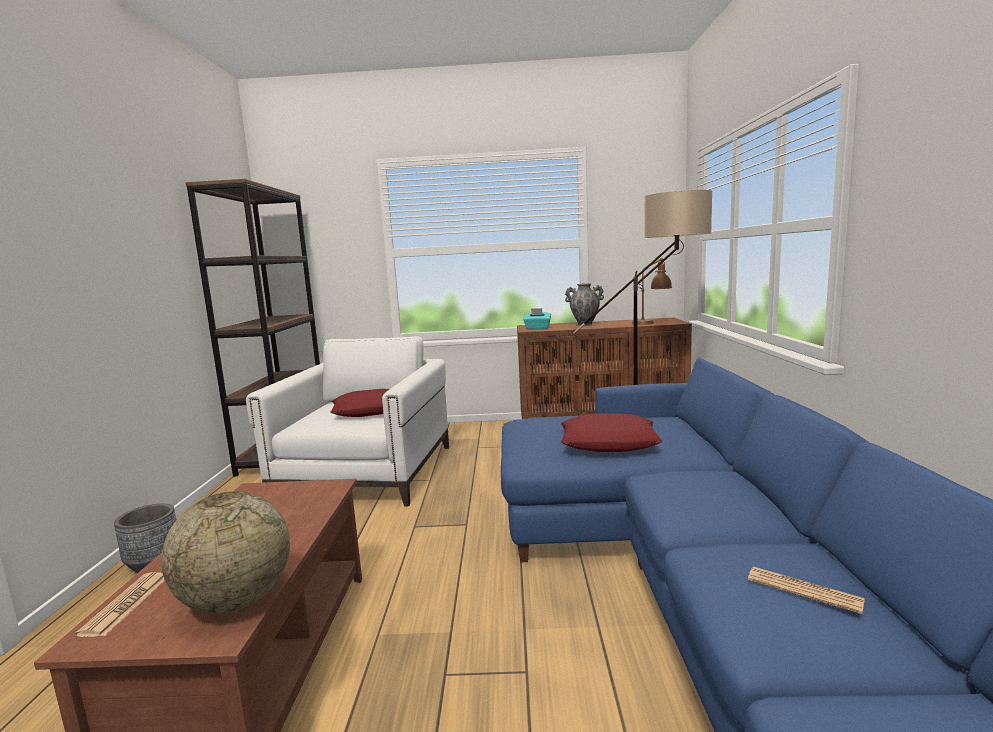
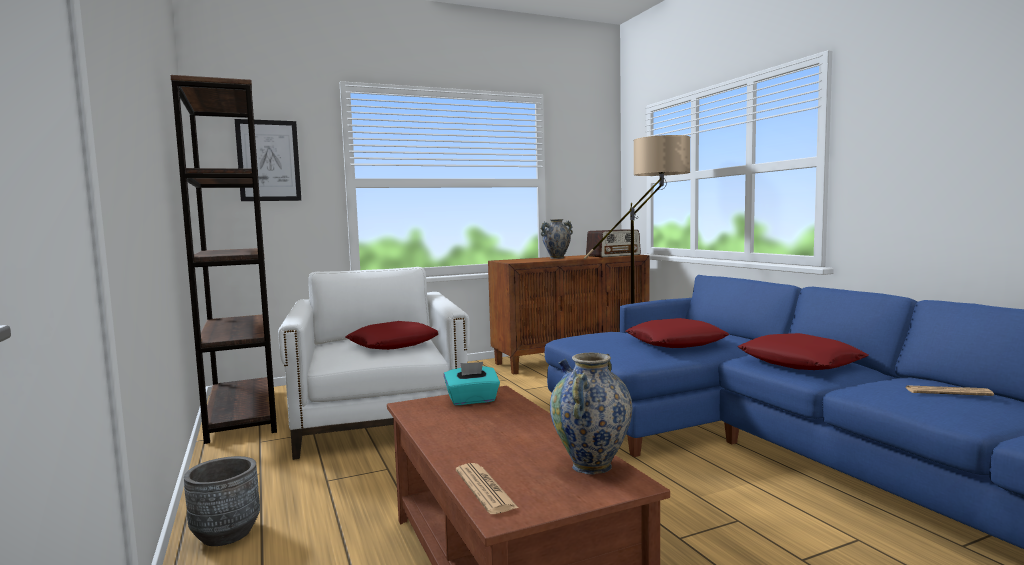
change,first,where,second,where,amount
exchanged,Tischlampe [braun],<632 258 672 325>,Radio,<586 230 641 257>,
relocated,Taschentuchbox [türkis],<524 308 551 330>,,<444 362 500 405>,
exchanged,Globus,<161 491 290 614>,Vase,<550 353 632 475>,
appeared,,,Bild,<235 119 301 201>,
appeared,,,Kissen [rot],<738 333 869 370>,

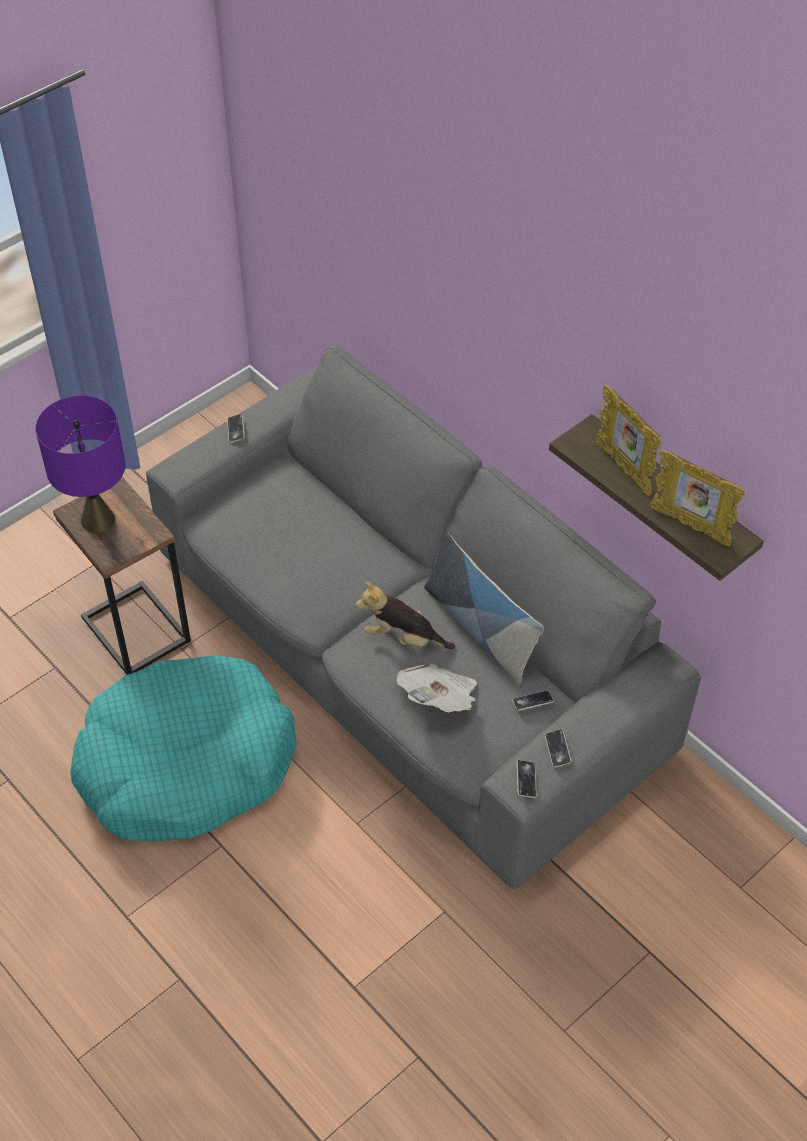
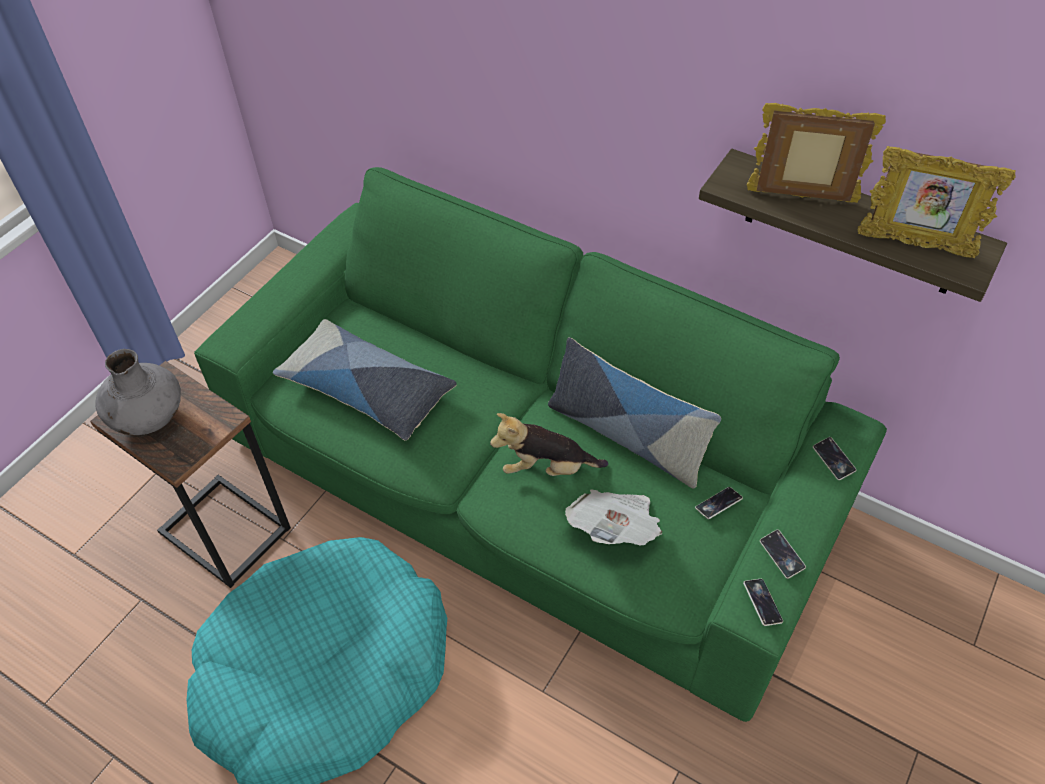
change,first,where,second,where,amount
colour,Sofa [grau],<146 346 701 889>,Sofa [grün],<194 167 887 722>,
spun,Bilderrahmen,<596 384 661 496>,,<747 103 886 203>,150 degrees clockwise
exchanged,Tischlampe [lila],<36 396 126 533>,Vase [grau],<95 349 181 435>,
relocated,Handy,<227 414 245 443>,,<813 437 856 480>,
appeared,,,Kissen,<273 319 457 441>,

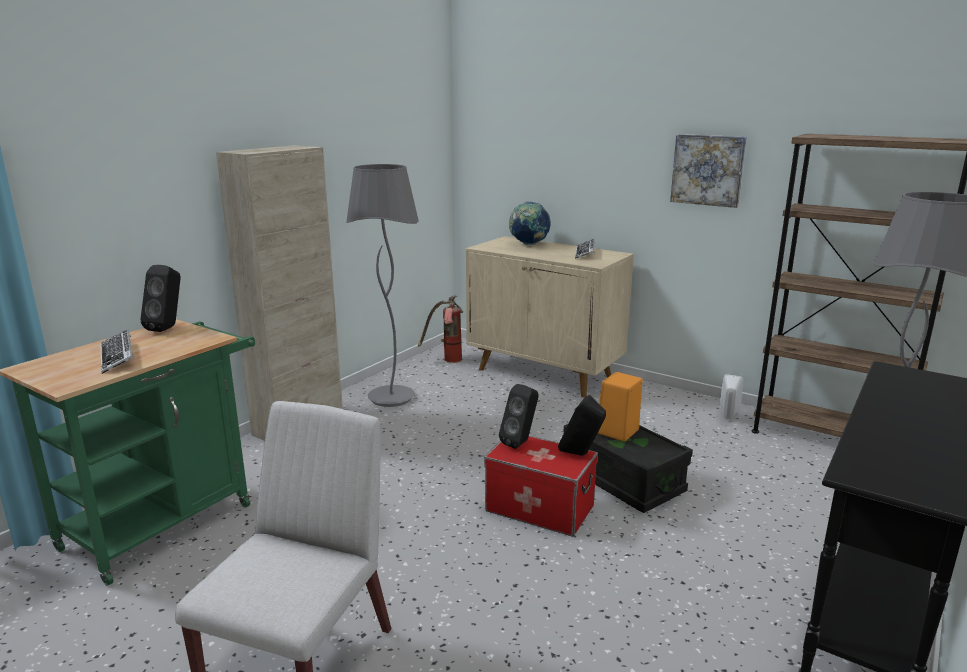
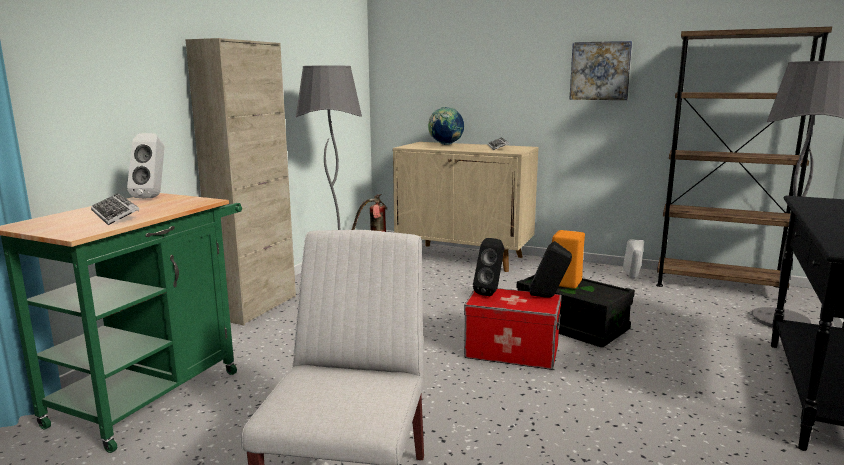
change,first,where,second,where,amount
colour,Lautsprecher [schwarz],<140 265 181 332>,Lautsprecher [weiß],<127 133 164 198>,

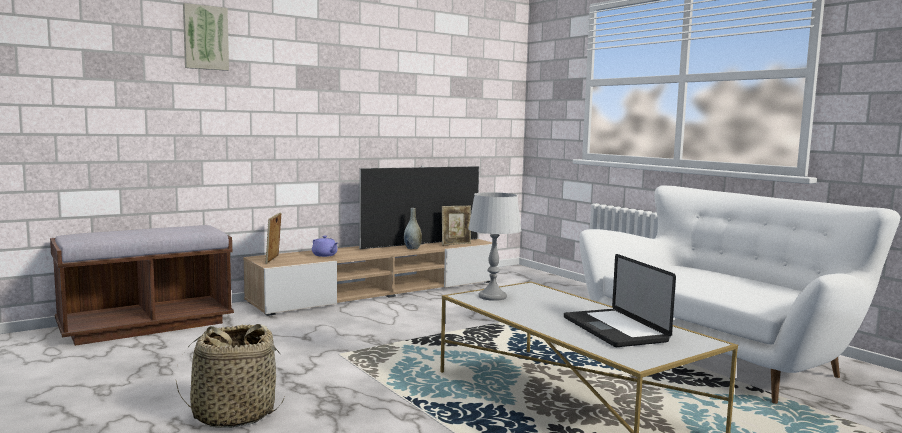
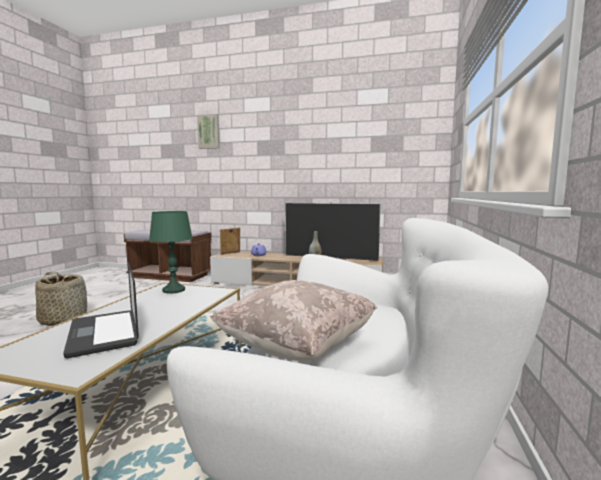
change,first,where,second,where,amount
colour,Tischlampe [grau],<468 192 522 301>,Tischlampe [grün],<149 211 193 293>,
missing,Bilderrahmen,<442 206 471 245>,,,
spun,Laptop,<564 254 676 347>,,<63 262 139 358>,60 degrees counterclockwise
appeared,,,Kissen [beige],<211 280 378 362>,

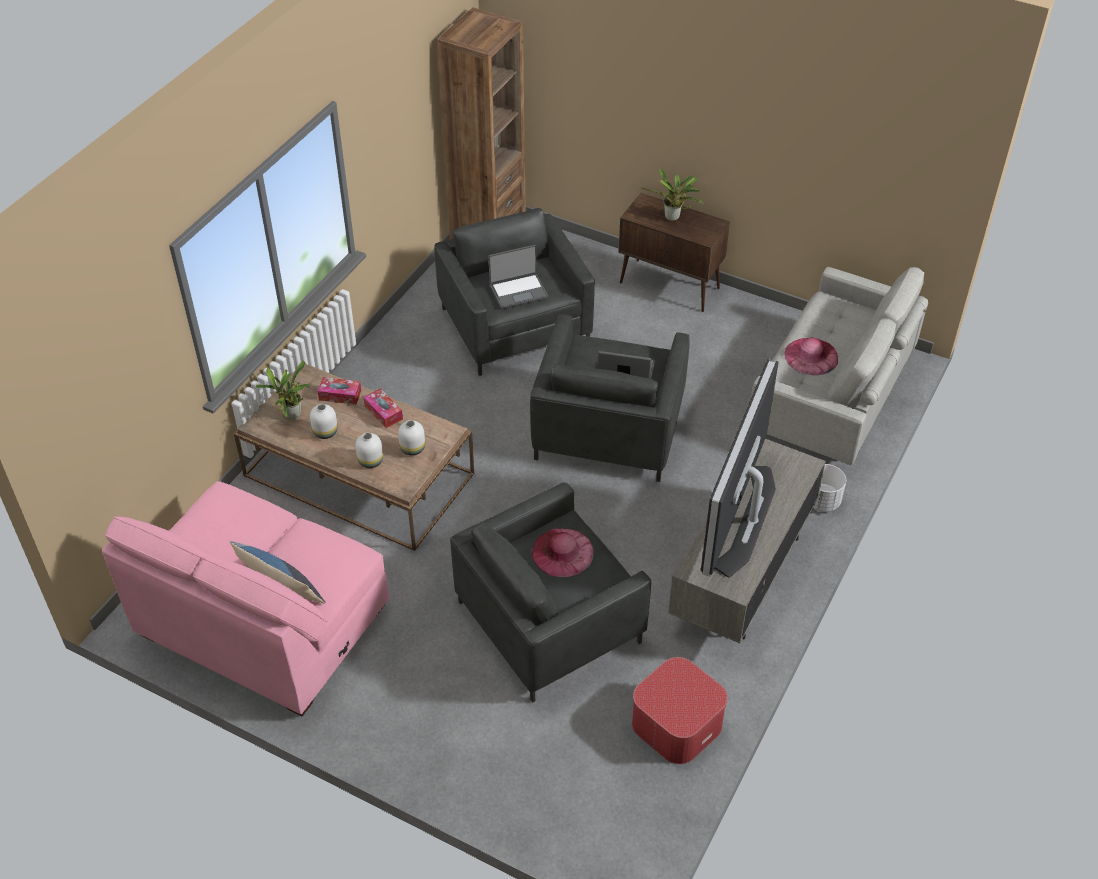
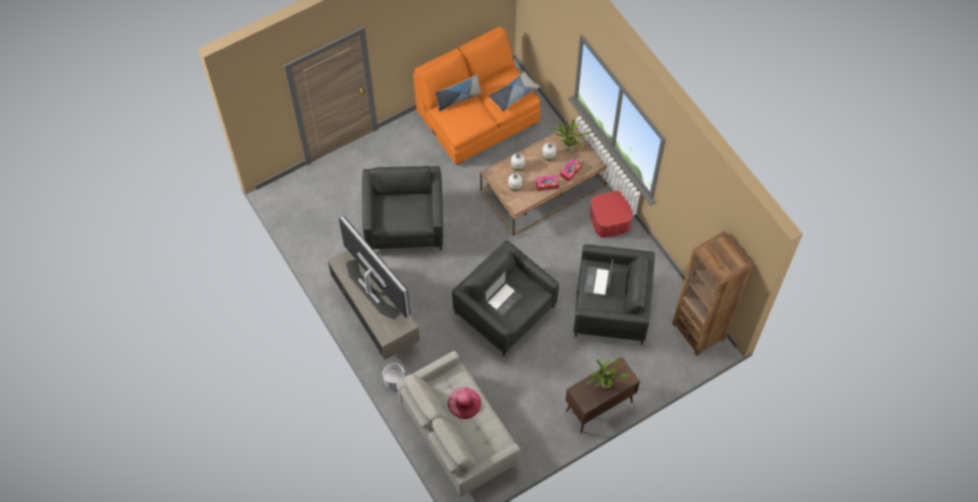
change,first,where,second,where,amount
colour,Sofa [rosa],<102 481 389 716>,Sofa [orange],<413 27 540 165>,
missing,Hut [rosa],<532 529 594 577>,,,
relocated,Polsterhocker,<632 657 728 764>,,<590 191 633 238>,
appeared,,,Kissen,<488 71 540 112>,

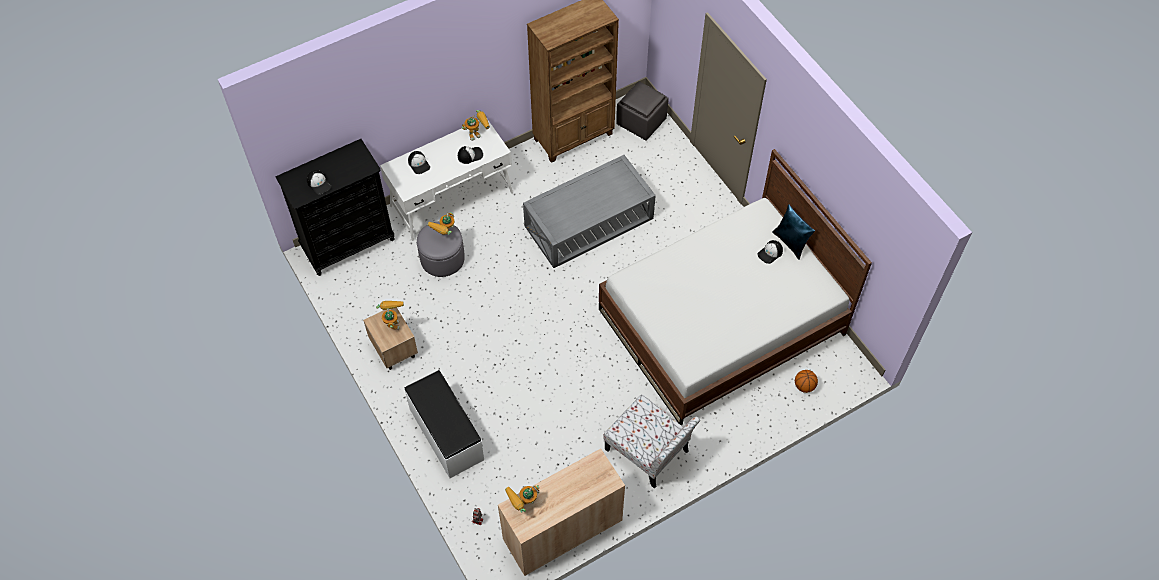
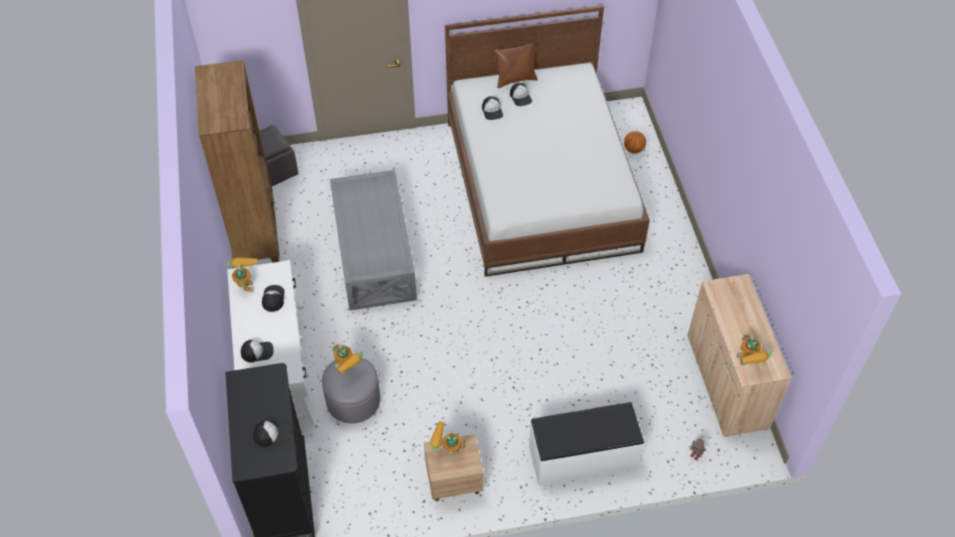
change,first,where,second,where,amount
colour,Kissen [blau],<772 204 815 260>,Kissen [braun],<494 42 538 88>,
missing,Stuhl,<604 394 700 489>,,,
appeared,,,Kappe,<482 96 503 120>,

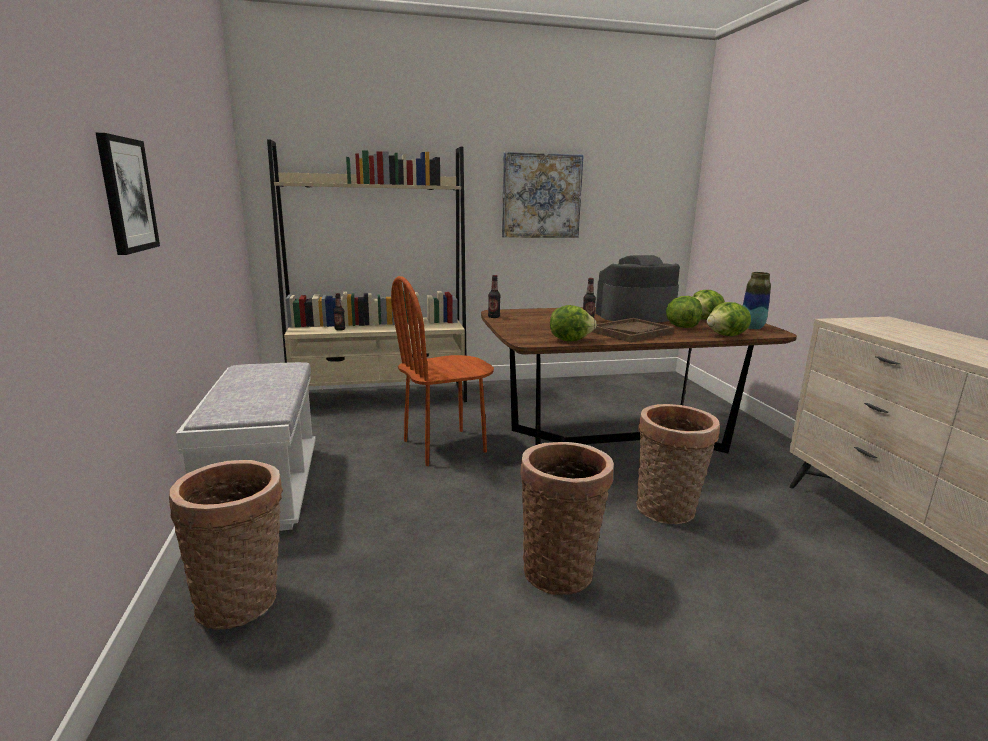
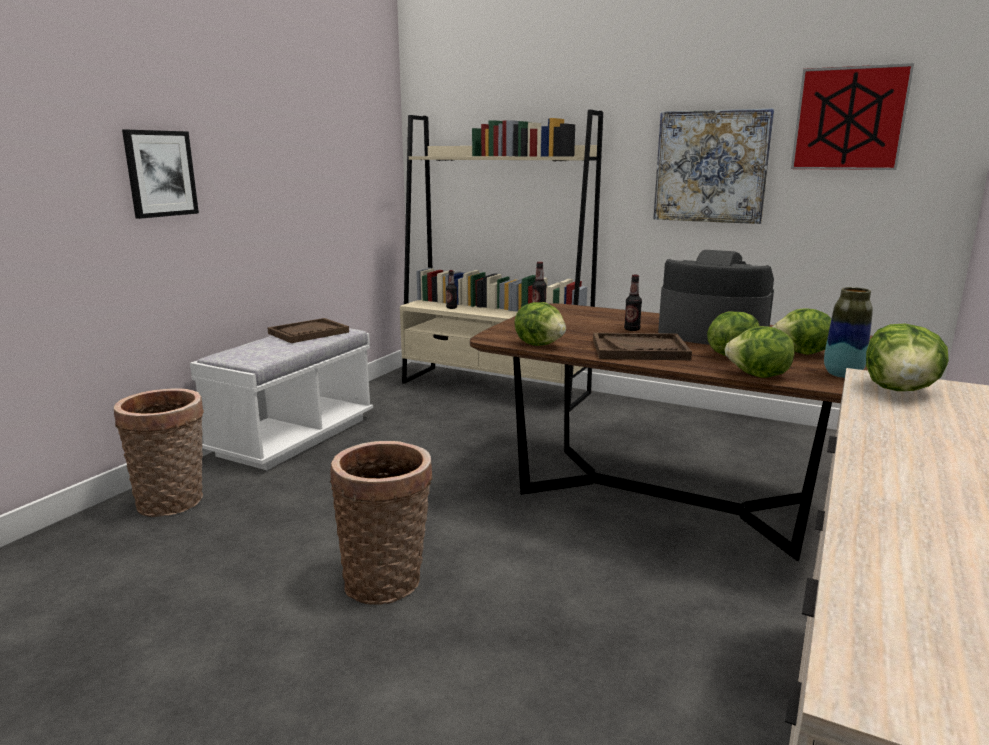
change,first,where,second,where,amount
missing,Stuhl [braun],<391 276 494 466>,,,
missing,Korb,<636 404 720 524>,,,
appeared,,,Bild,<791 63 914 170>,
appeared,,,Tablett [braun],<267 318 349 343>,
appeared,,,Salatkopf,<866 324 949 391>,

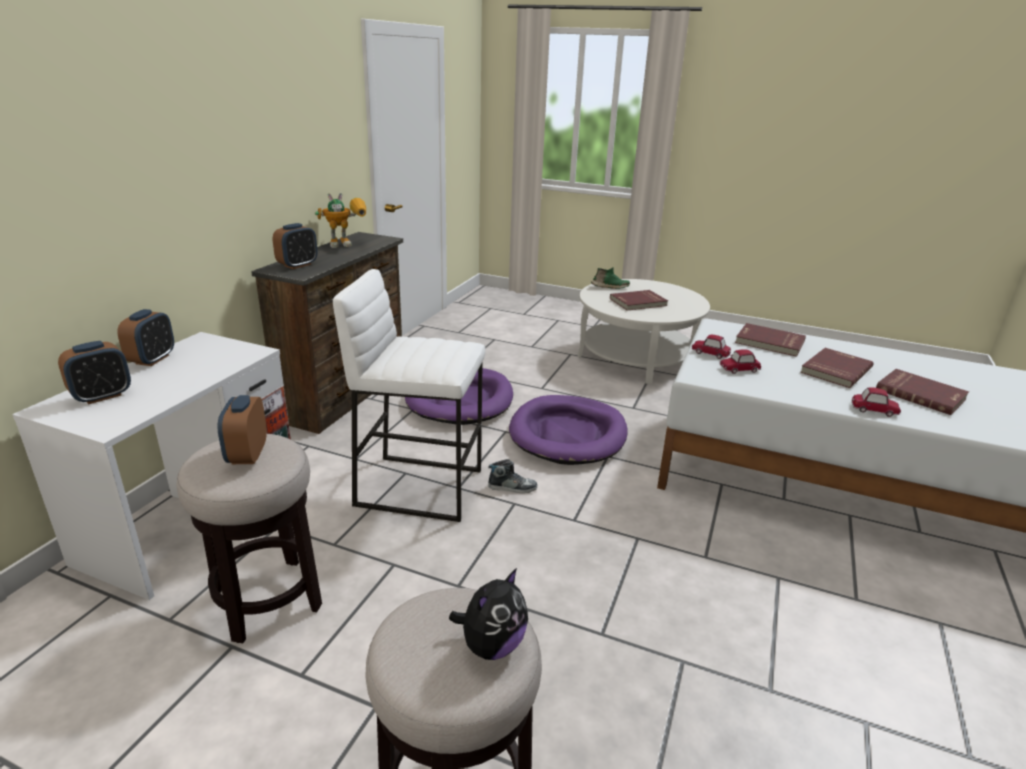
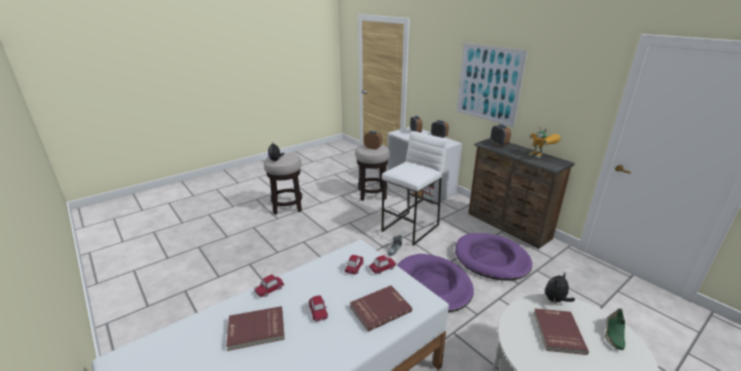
change,first,where,second,where,amount
spun,Spielzeugroboter,<315 193 366 248>,,<529 127 561 159>,45 degrees counterclockwise
exchanged,Buch [rot],<800 348 873 388>,Spielzeugauto,<309 295 328 322>,
appeared,,,Bild,<456 43 528 128>,
appeared,,,Plüschtier,<545 272 575 304>,

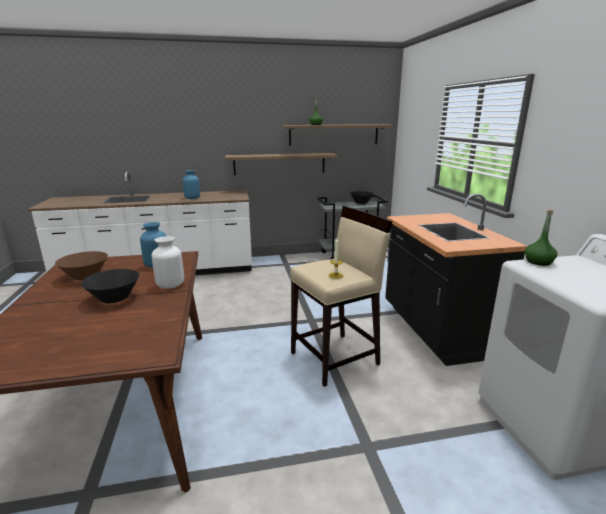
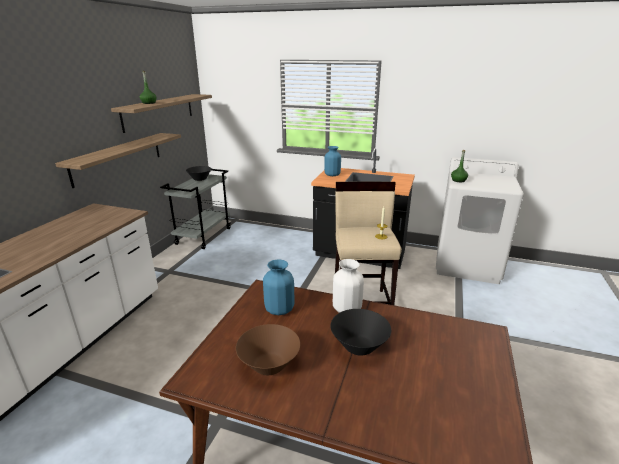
change,first,where,second,where,amount
relocated,Vase [blau],<183 170 200 199>,,<324 146 341 176>,

